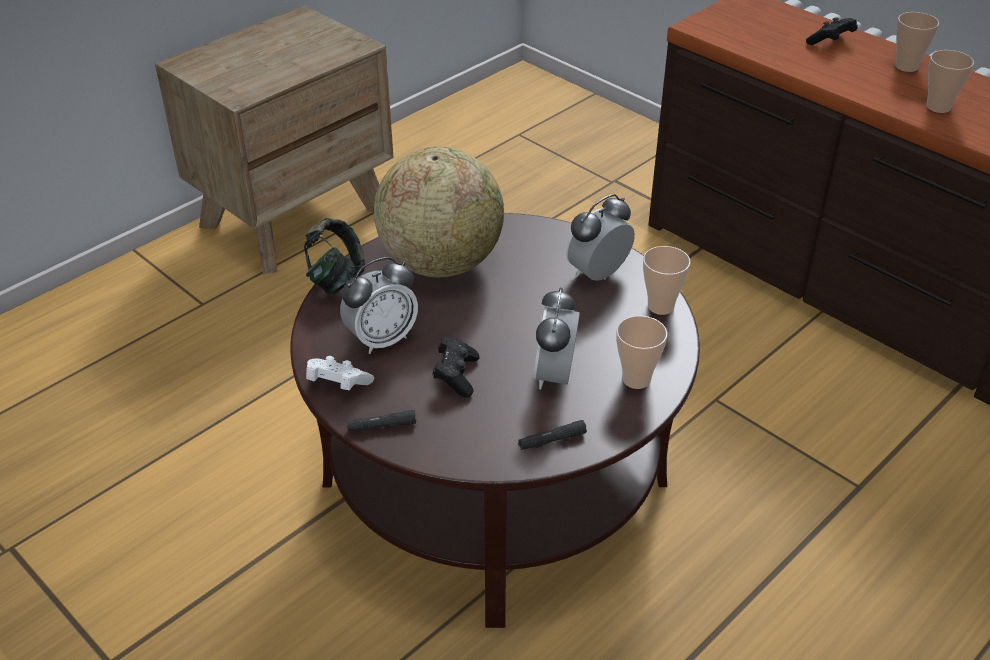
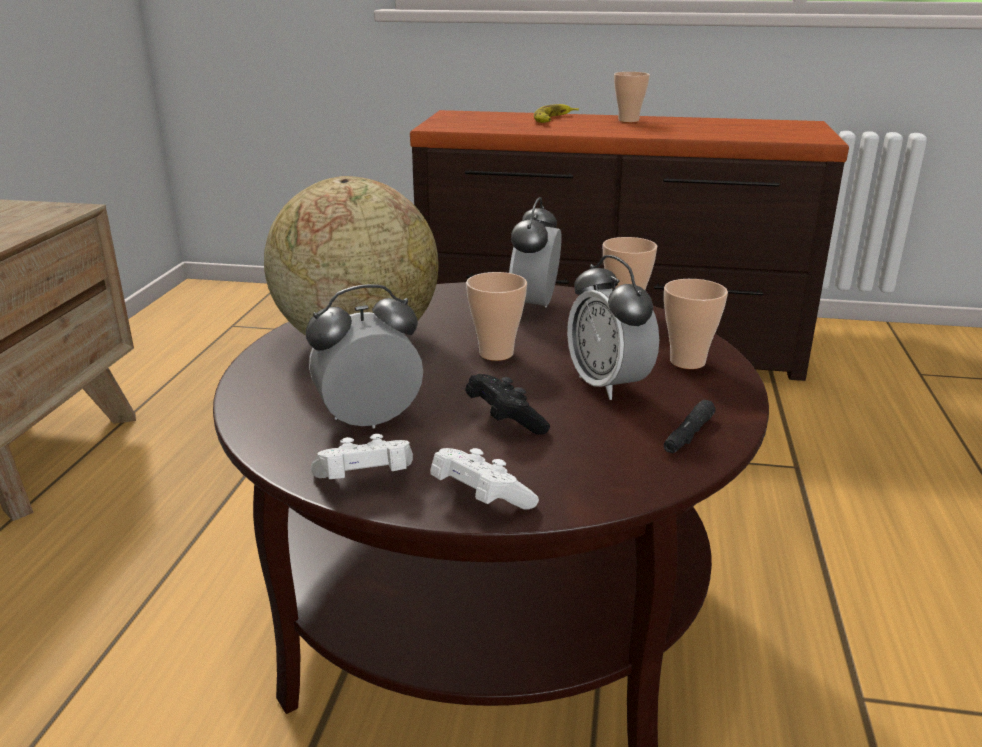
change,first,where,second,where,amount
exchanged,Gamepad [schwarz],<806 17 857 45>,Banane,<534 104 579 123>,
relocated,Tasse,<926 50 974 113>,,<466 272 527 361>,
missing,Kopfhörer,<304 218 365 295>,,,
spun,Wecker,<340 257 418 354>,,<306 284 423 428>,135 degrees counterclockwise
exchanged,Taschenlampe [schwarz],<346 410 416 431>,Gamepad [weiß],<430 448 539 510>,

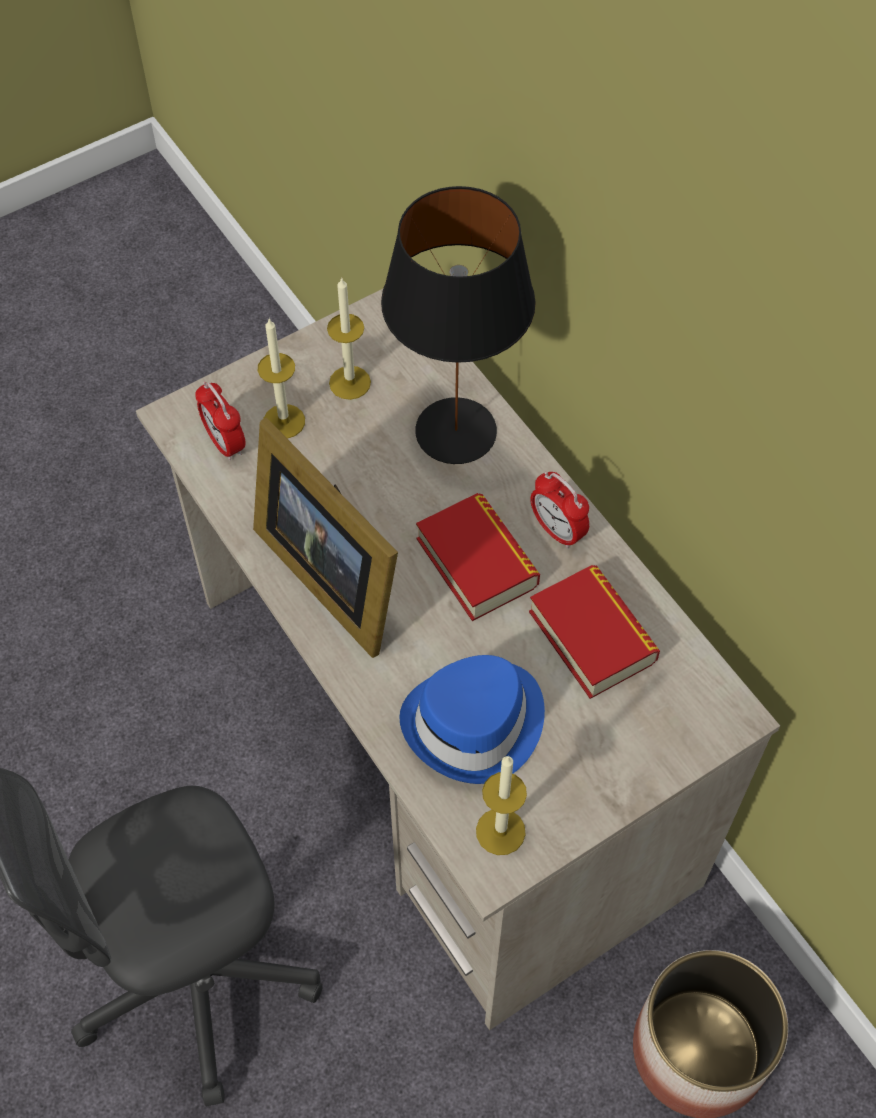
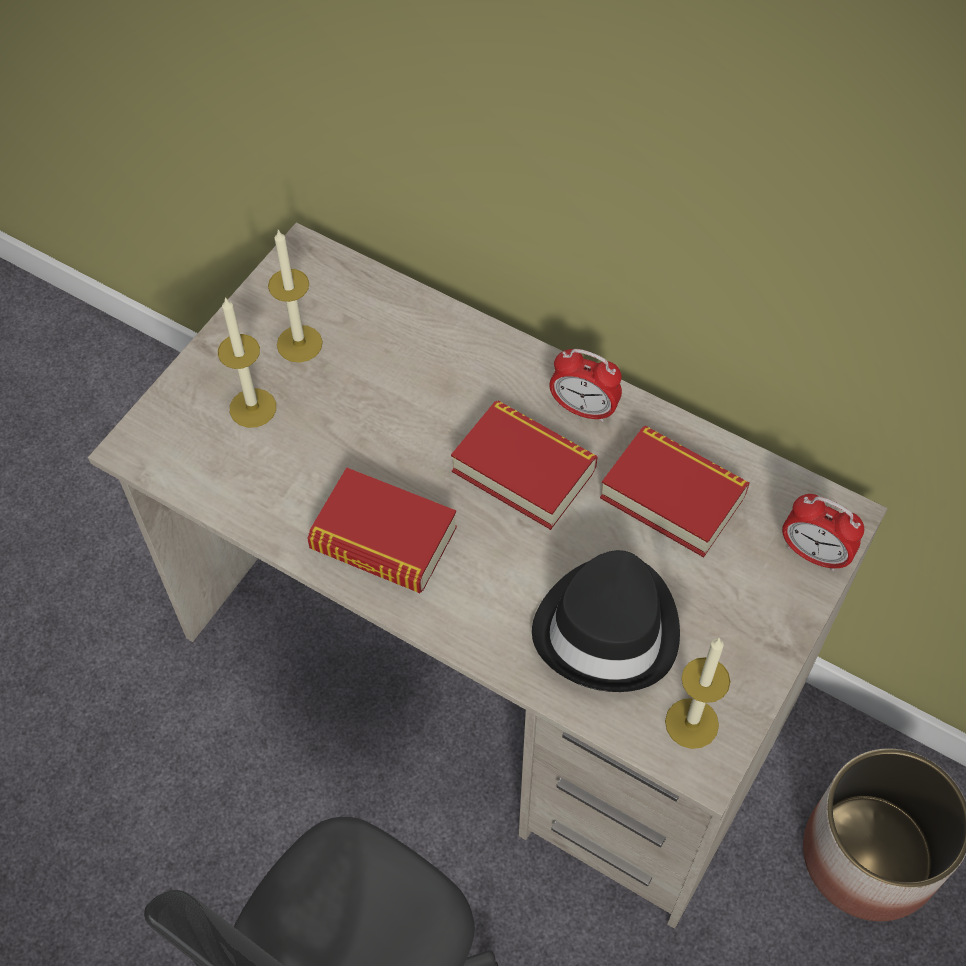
change,first,where,second,where,amount
missing,Tischlampe [schwarz],<381 186 536 464>,,,
relocated,Wecker,<195 381 246 461>,,<782 494 864 571>,
exchanged,Bilderrahmen,<253 418 398 658>,Buch,<307 467 457 593>,
colour,Hut [blau],<399 655 545 784>,Hut [schwarz],<532 550 680 692>,

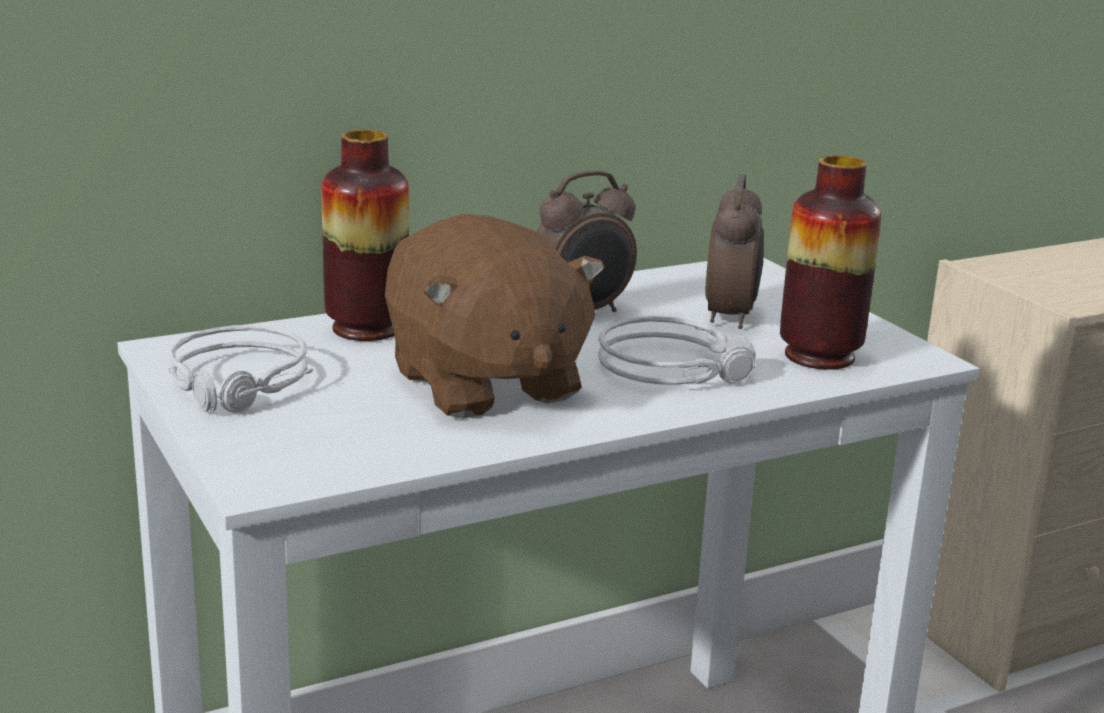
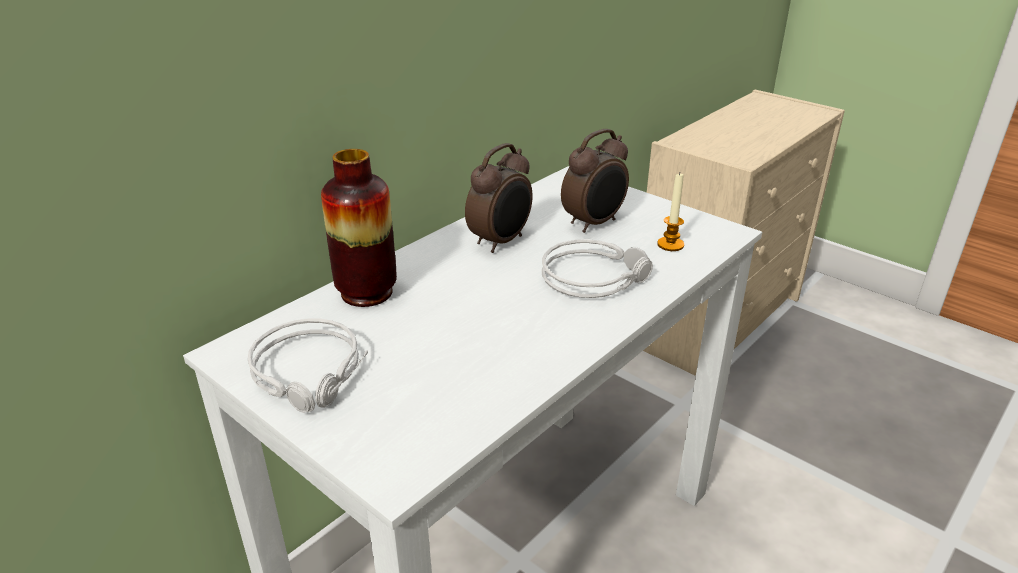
change,first,where,second,where,amount
exchanged,Vase,<780 155 881 370>,Kerze,<657 173 684 251>,
spun,Wecker,<705 174 764 329>,,<561 129 629 233>,60 degrees clockwise
missing,Plüschtier [braun],<385 214 605 419>,,,

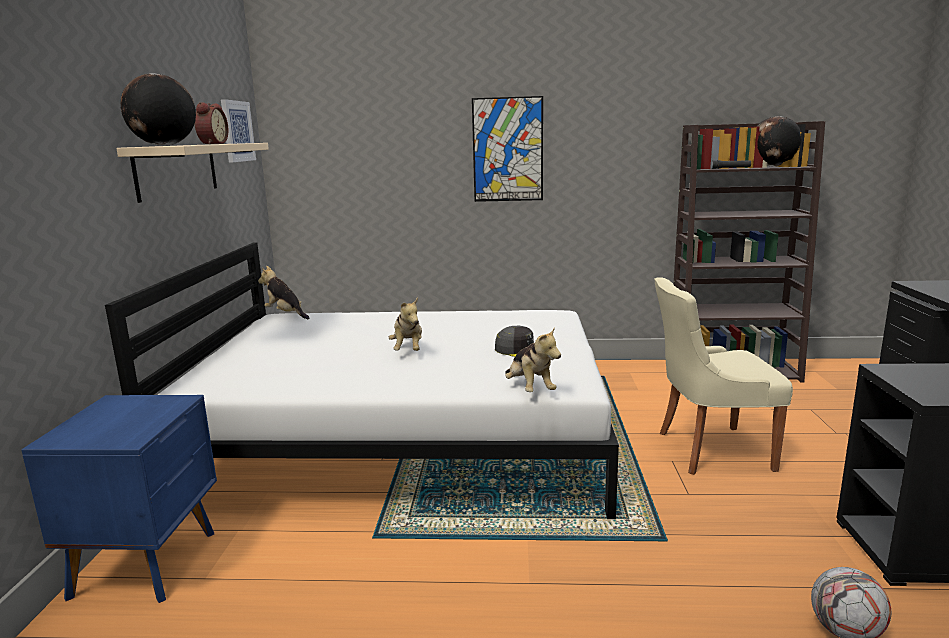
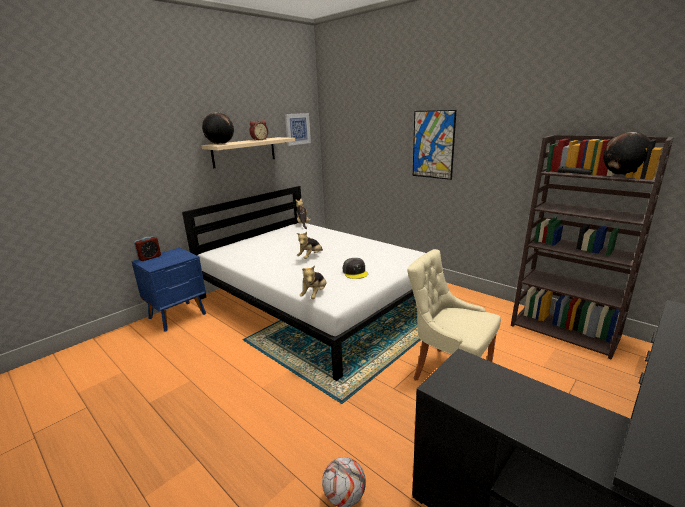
change,first,where,second,where,amount
appeared,,,Wecker,<134 236 161 261>,

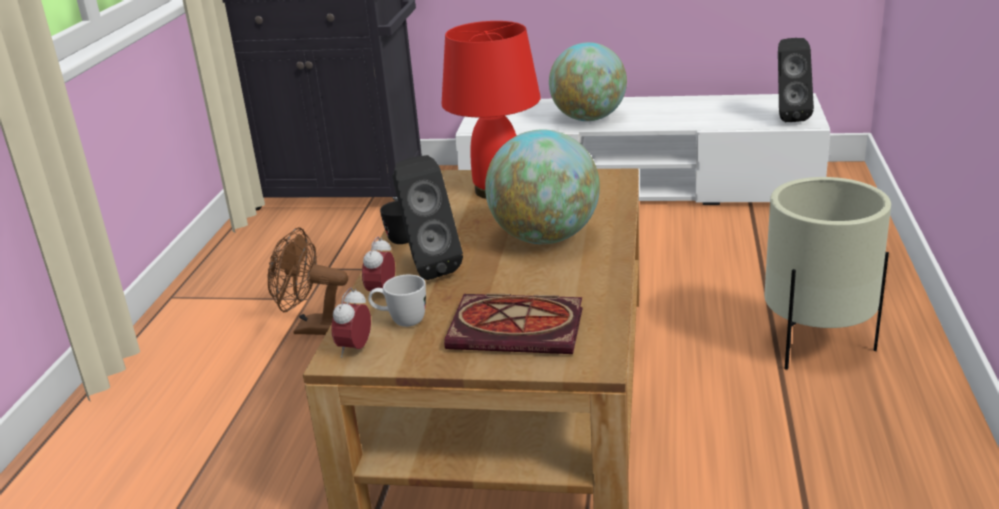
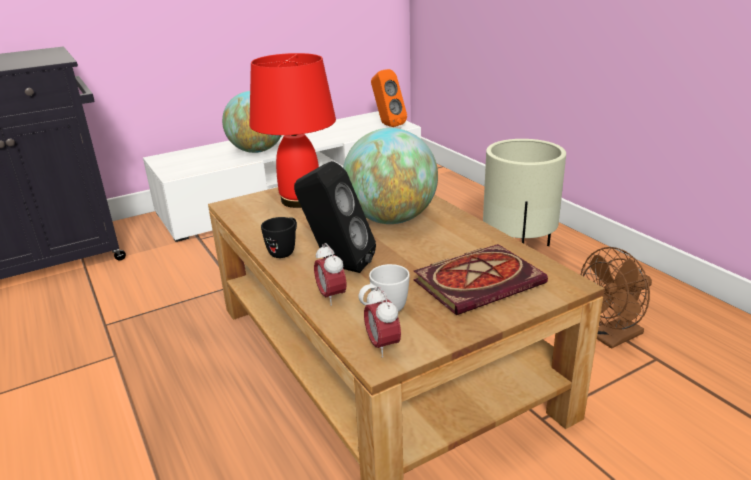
change,first,where,second,where,amount
colour,Lautsprecher [schwarz],<778 38 814 122>,Lautsprecher [orange],<371 69 407 127>,
relocated,Ventilator [braun],<267 227 348 335>,,<581 247 652 349>,

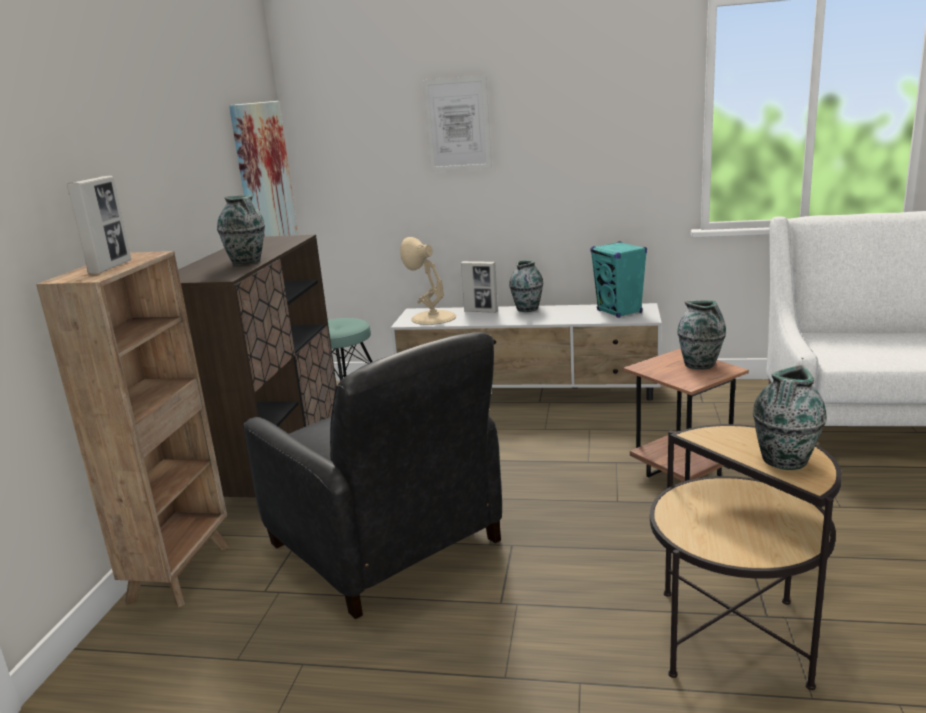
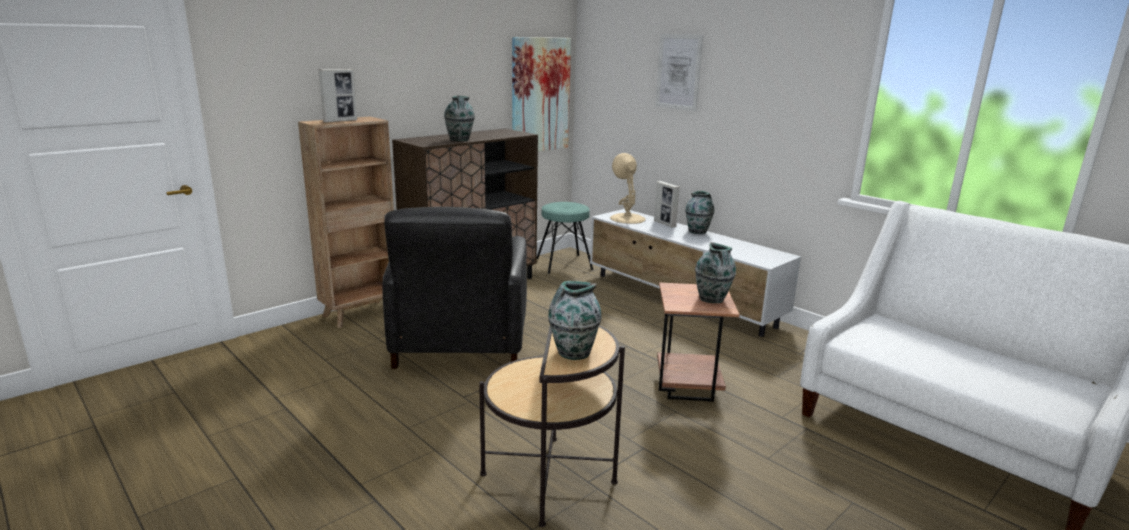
change,first,where,second,where,amount
missing,Lautsprecher [türkis],<590 241 647 318>,,,

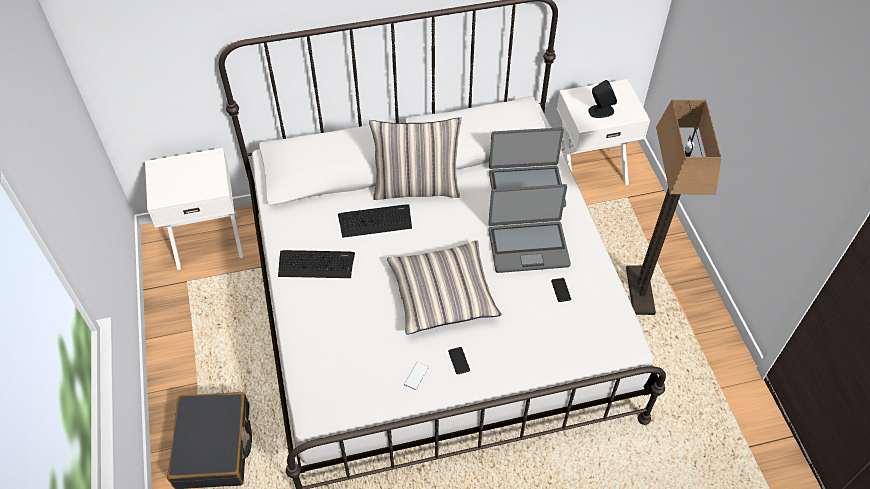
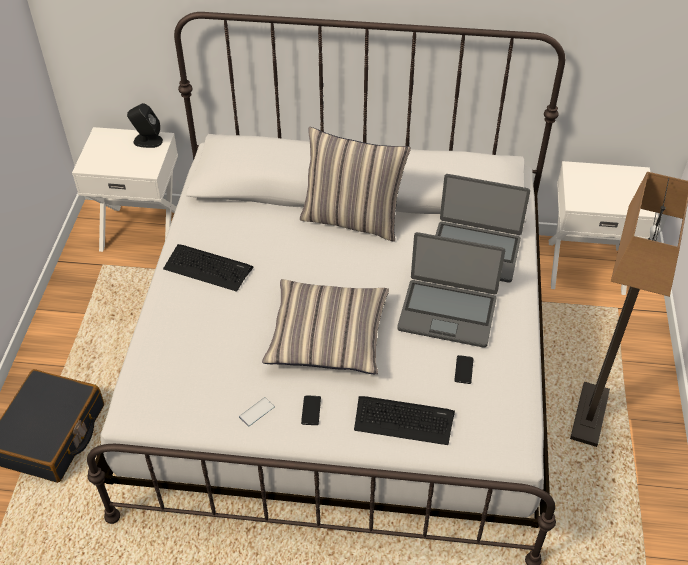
change,first,where,second,where,amount
relocated,Lautsprecher [schwarz],<588 80 617 118>,,<127 103 163 148>,
relocated,Tastatur,<338 205 412 238>,,<354 396 455 445>,

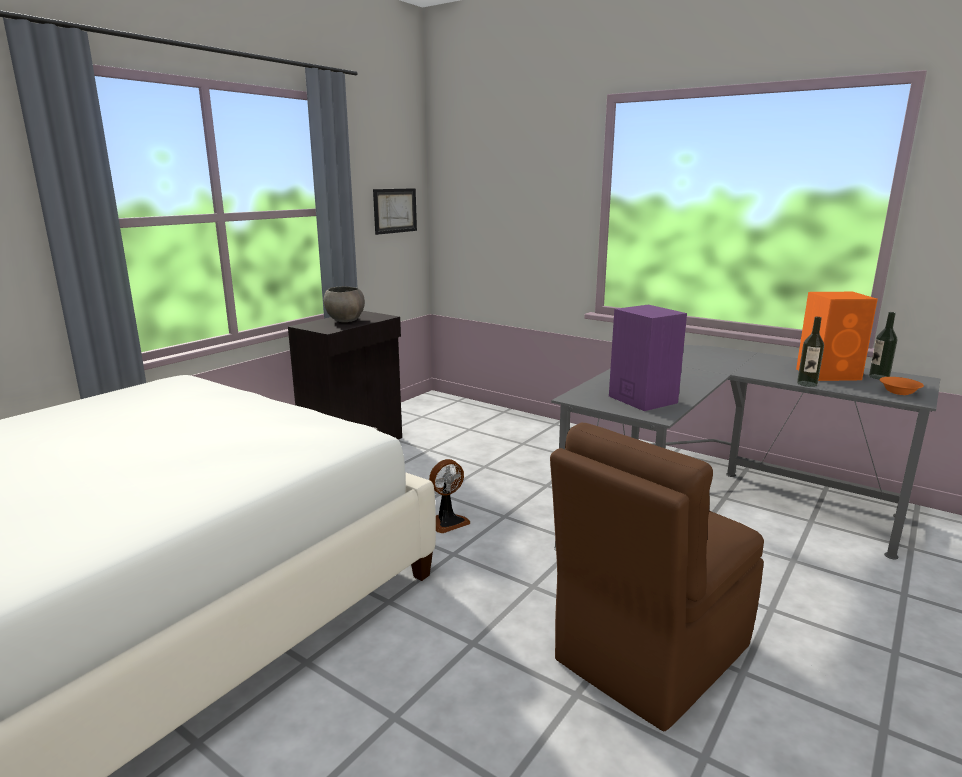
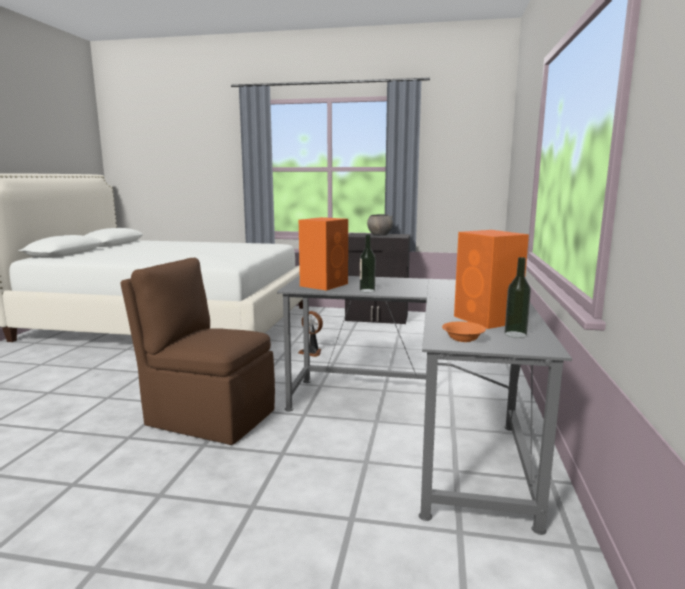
change,first,where,second,where,amount
missing,Bild,<373 188 417 235>,,,
colour,Lautsprecher [lila],<609 304 687 411>,Lautsprecher [orange],<299 217 348 291>,
relocated,Flasche,<797 317 824 387>,,<360 235 376 292>,

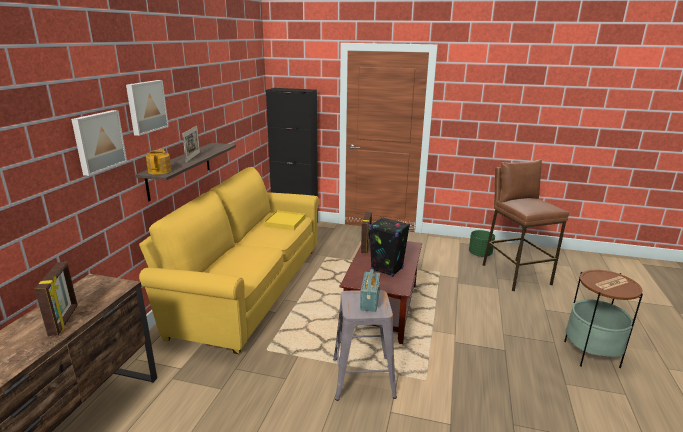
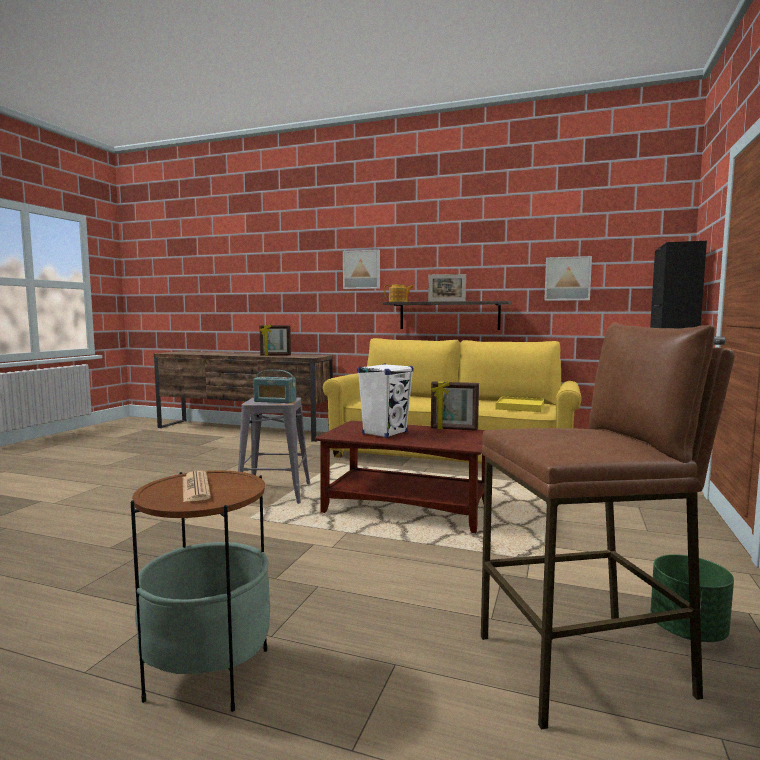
change,first,where,second,where,amount
relocated,Bild,<126 80 169 136>,,<544 256 592 301>,
colour,Lautsprecher [schwarz],<369 217 410 277>,Lautsprecher [weiß],<357 363 414 438>,

